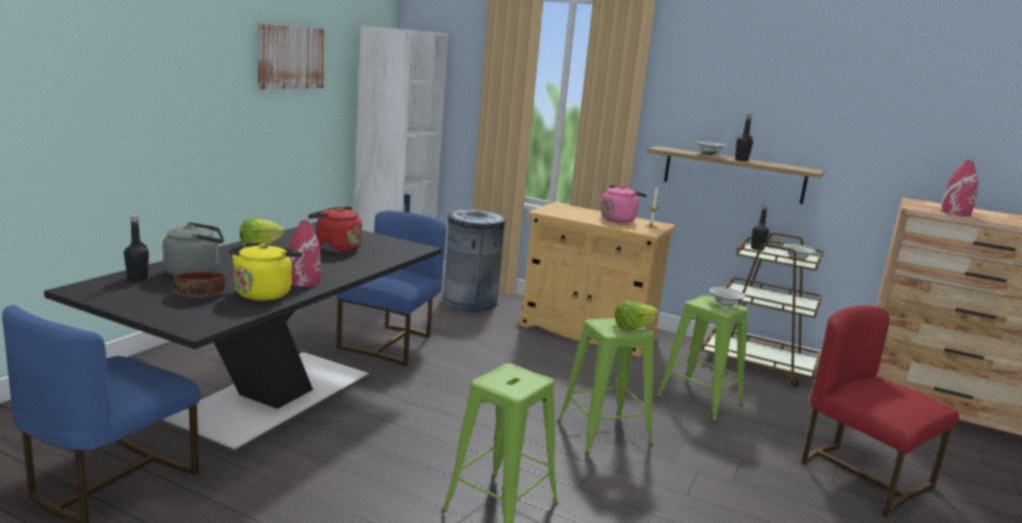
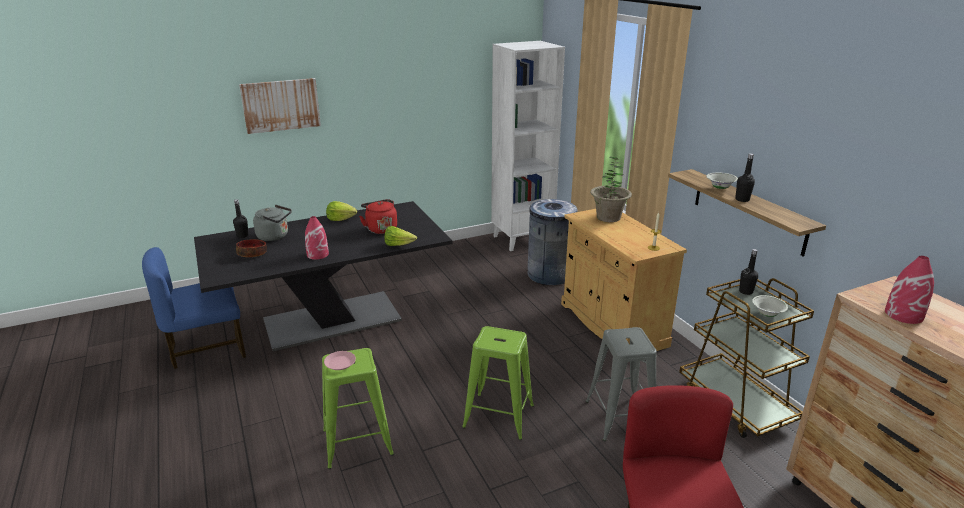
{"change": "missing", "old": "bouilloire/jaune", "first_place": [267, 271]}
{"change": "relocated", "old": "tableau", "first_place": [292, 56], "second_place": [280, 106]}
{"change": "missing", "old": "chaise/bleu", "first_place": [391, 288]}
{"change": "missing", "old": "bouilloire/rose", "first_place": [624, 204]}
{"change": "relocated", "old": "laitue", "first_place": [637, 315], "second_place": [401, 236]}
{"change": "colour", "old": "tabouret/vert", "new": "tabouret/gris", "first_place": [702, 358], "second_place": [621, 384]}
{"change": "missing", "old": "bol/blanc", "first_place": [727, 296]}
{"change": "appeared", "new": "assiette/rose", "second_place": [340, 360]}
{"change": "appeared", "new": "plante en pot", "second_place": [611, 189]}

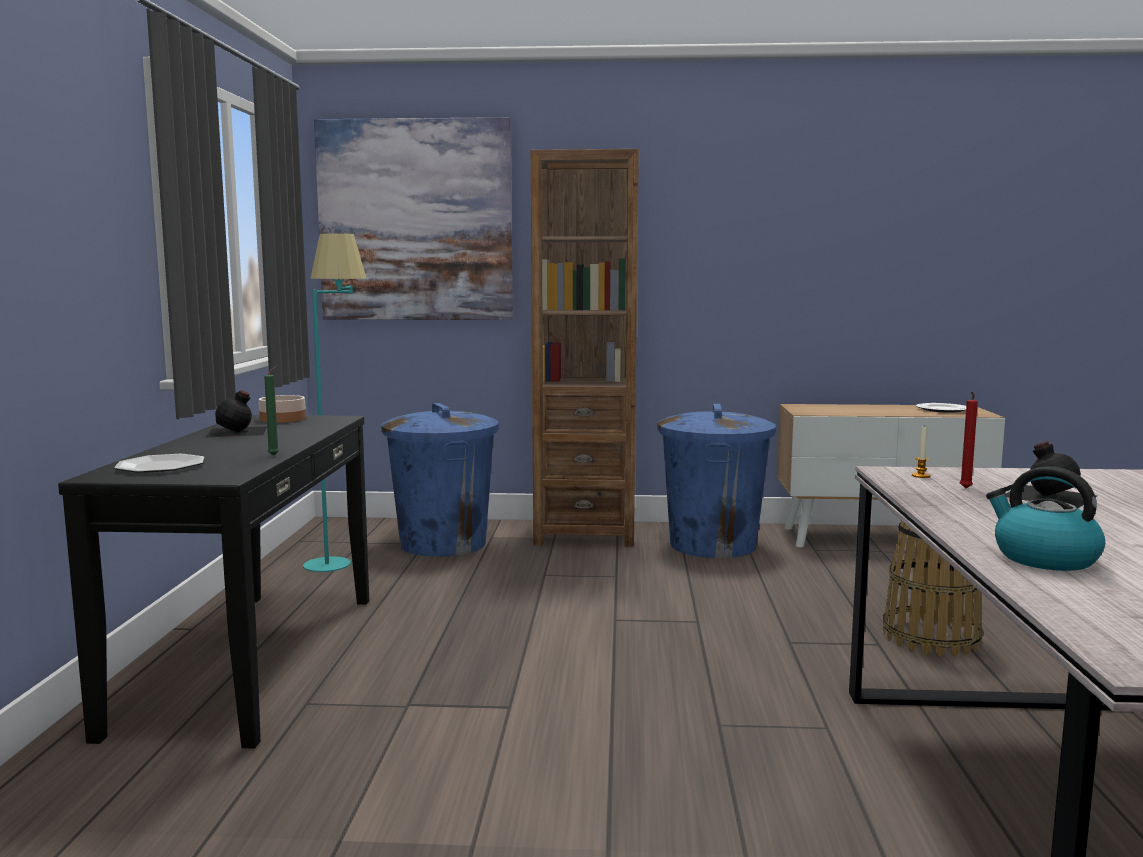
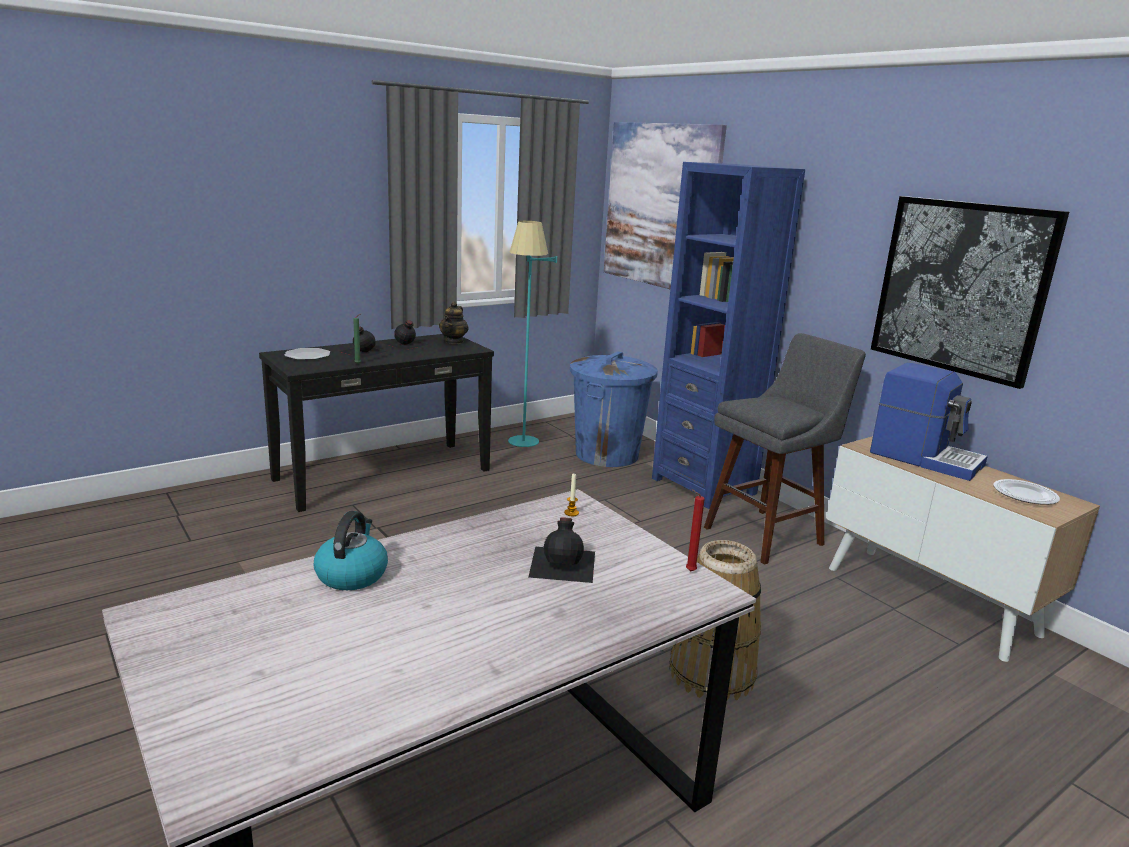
{"change": "exchanged", "old": "bol", "new": "théière", "first_place": [282, 409], "second_place": [454, 323]}
{"change": "colour", "old": "bibliothèque/marron", "new": "bibliothèque/bleu", "first_place": [585, 348], "second_place": [728, 335]}
{"change": "exchanged", "old": "poubelle/bleu", "new": "tabouret/gris", "first_place": [716, 481], "second_place": [785, 449]}
{"change": "relocated", "old": "bougie/rouge", "first_place": [969, 440], "second_place": [695, 530]}
{"change": "appeared", "new": "bouteille/noir", "second_place": [363, 342]}
{"change": "appeared", "new": "machine à café", "second_place": [929, 422]}
{"change": "appeared", "new": "tableau", "second_place": [970, 292]}

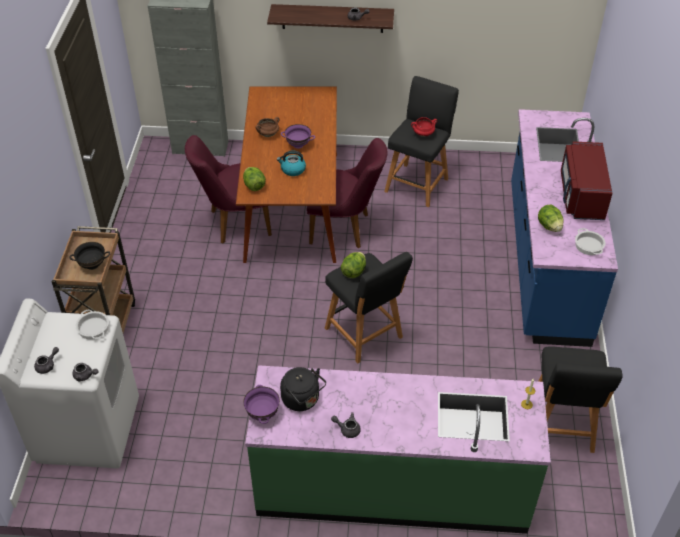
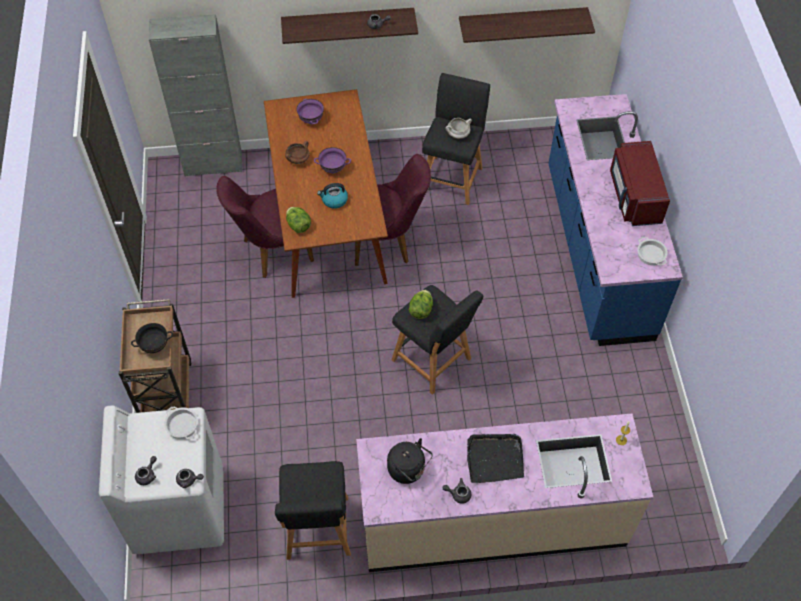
{"change": "relocated", "old": "bol/violet", "first_place": [261, 404], "second_place": [310, 111]}
{"change": "colour", "old": "comptoir de cuisine/vert", "new": "comptoir de cuisine/beige", "first_place": [398, 449], "second_place": [504, 493]}
{"change": "colour", "old": "marmite/rouge", "new": "marmite/blanc", "first_place": [424, 127], "second_place": [458, 128]}
{"change": "missing", "old": "laitue", "first_place": [550, 218]}
{"change": "relocated", "old": "tabouret/noir", "first_place": [580, 399], "second_place": [313, 510]}
{"change": "appeared", "new": "étagère", "second_place": [527, 25]}
{"change": "appeared", "new": "plateau/noir", "second_place": [495, 458]}

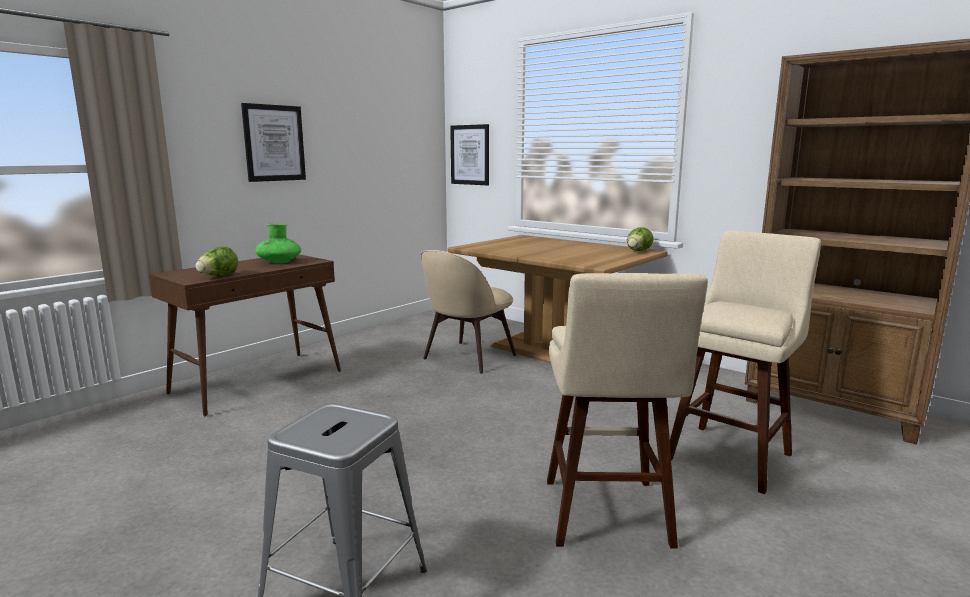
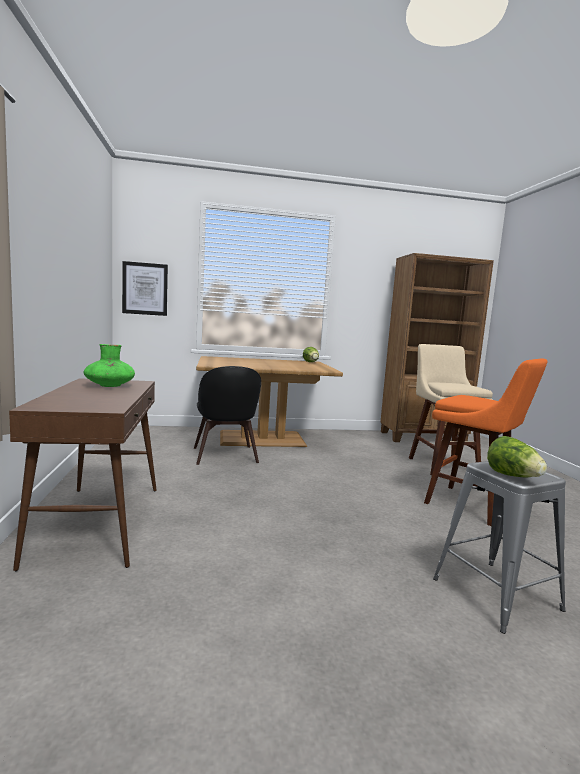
{"change": "relocated", "old": "laitue", "first_place": [217, 261], "second_place": [517, 456]}
{"change": "missing", "old": "tableau", "first_place": [273, 142]}
{"change": "colour", "old": "chaise/beige", "new": "chaise/noir", "first_place": [468, 312], "second_place": [227, 415]}
{"change": "colour", "old": "tabouret/beige", "new": "tabouret/orange", "first_place": [627, 411], "second_place": [485, 442]}

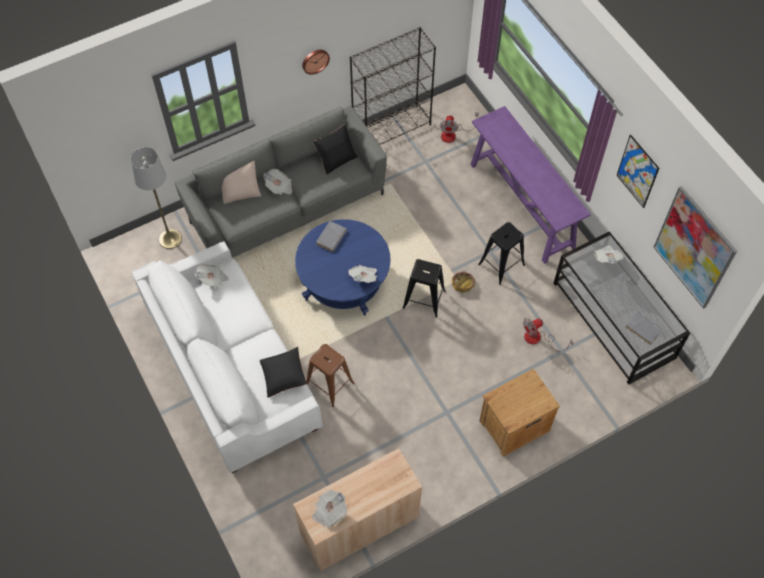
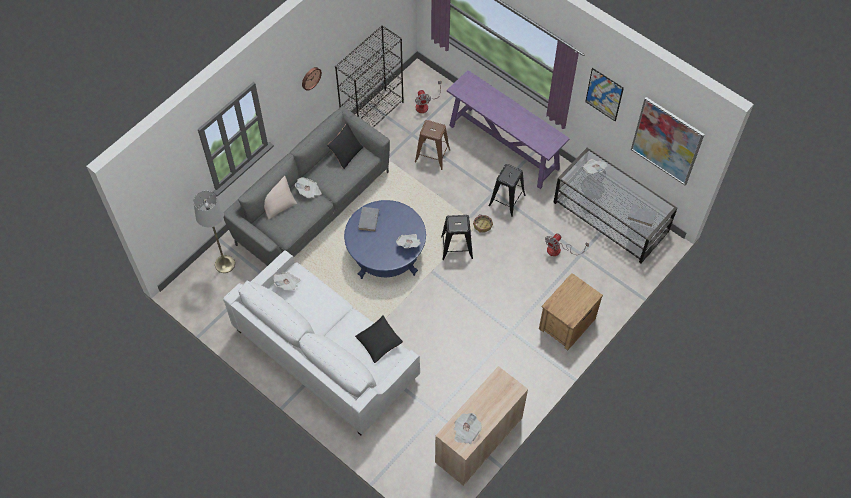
{"change": "relocated", "old": "tabouret/marron", "first_place": [330, 375], "second_place": [432, 145]}

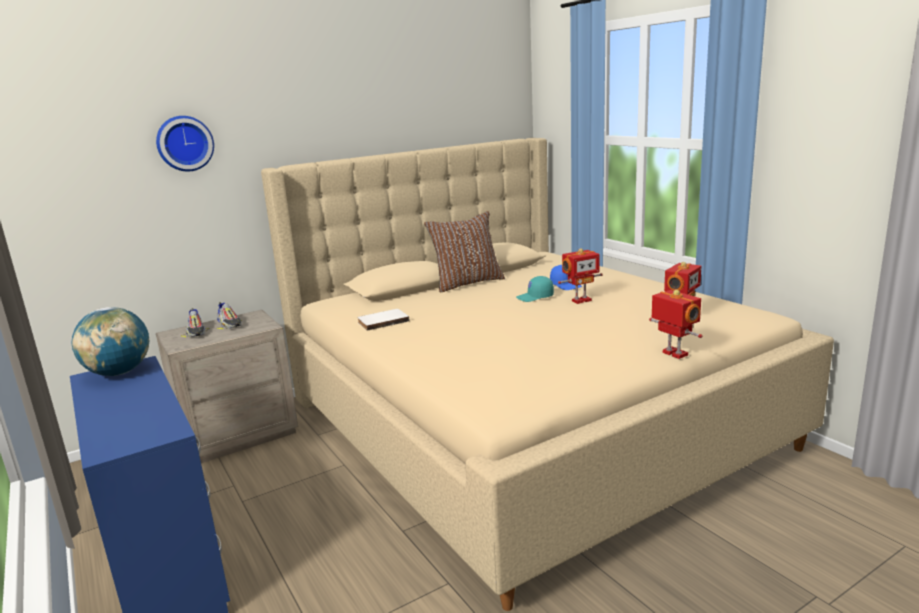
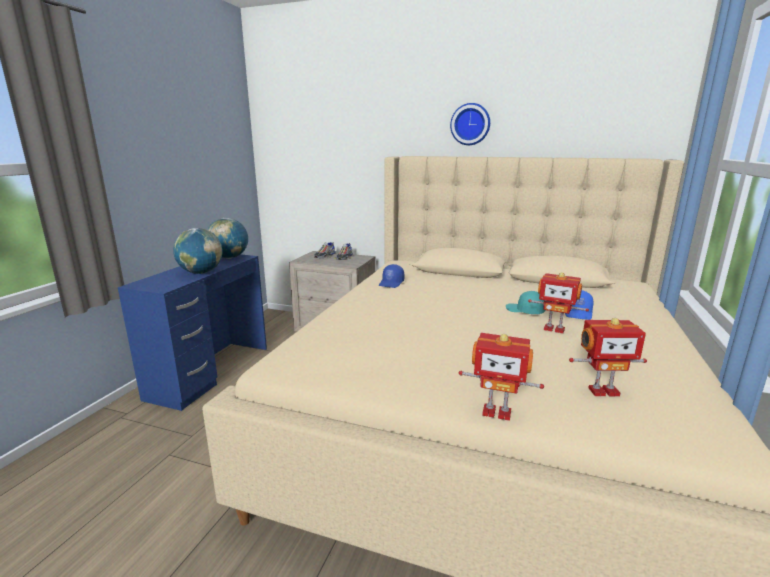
{"change": "relocated", "old": "horloge murale", "first_place": [185, 144], "second_place": [470, 124]}
{"change": "exchanged", "old": "livre/blanc", "new": "casquette/bleu", "first_place": [383, 320], "second_place": [391, 276]}
{"change": "missing", "old": "coussin/marron", "first_place": [464, 251]}
{"change": "spun", "old": "robot jouet", "first_place": [675, 324], "second_place": [501, 377], "degrees": 90}
{"change": "appeared", "new": "globe", "second_place": [197, 251]}

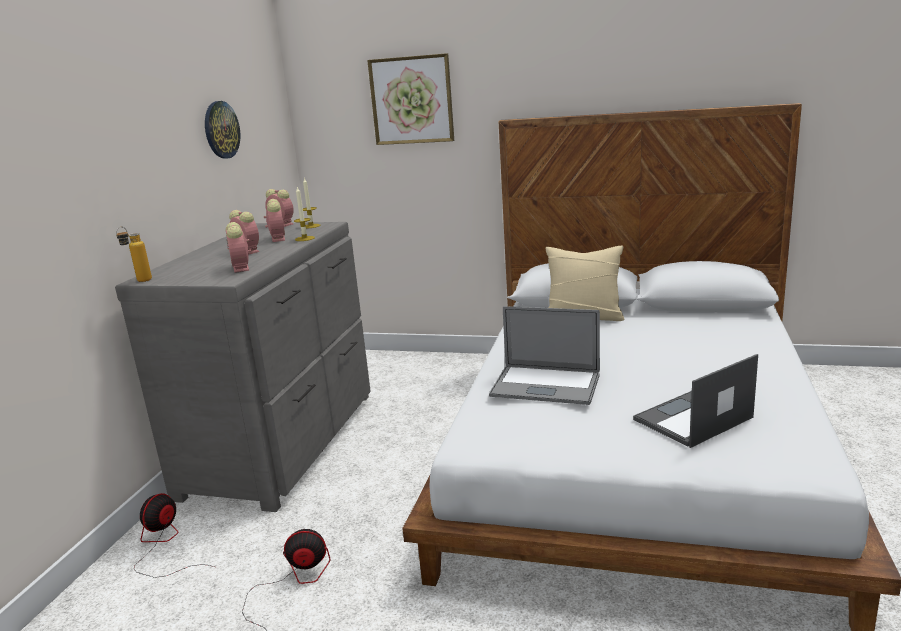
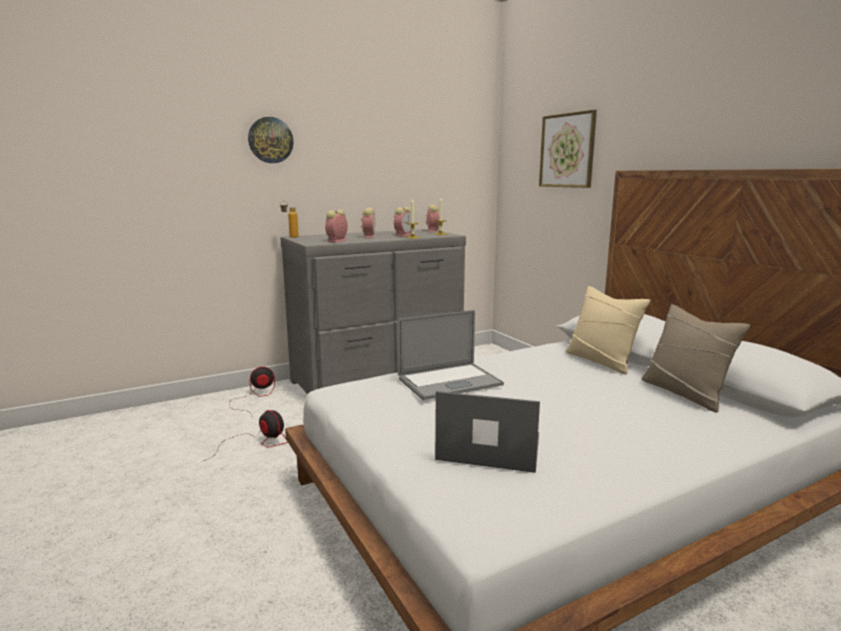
{"change": "relocated", "old": "horloge murale", "first_place": [222, 130], "second_place": [271, 140]}
{"change": "spun", "old": "ordinateur portable", "first_place": [544, 355], "second_place": [450, 355], "degrees": -90}
{"change": "appeared", "new": "coussin/beige", "second_place": [696, 358]}

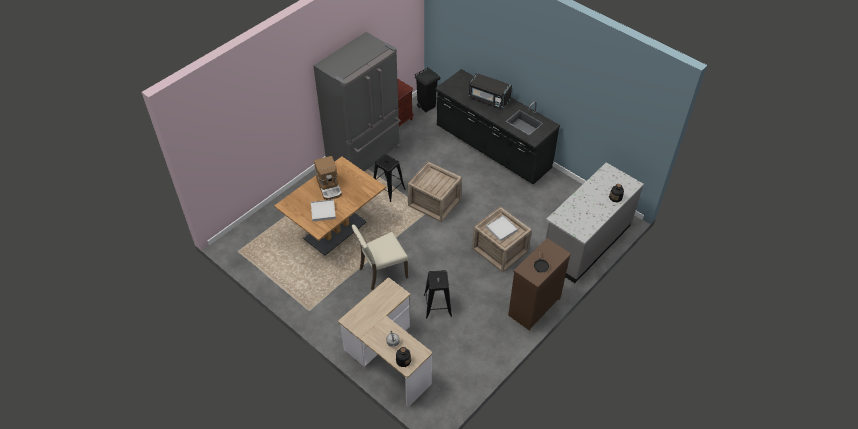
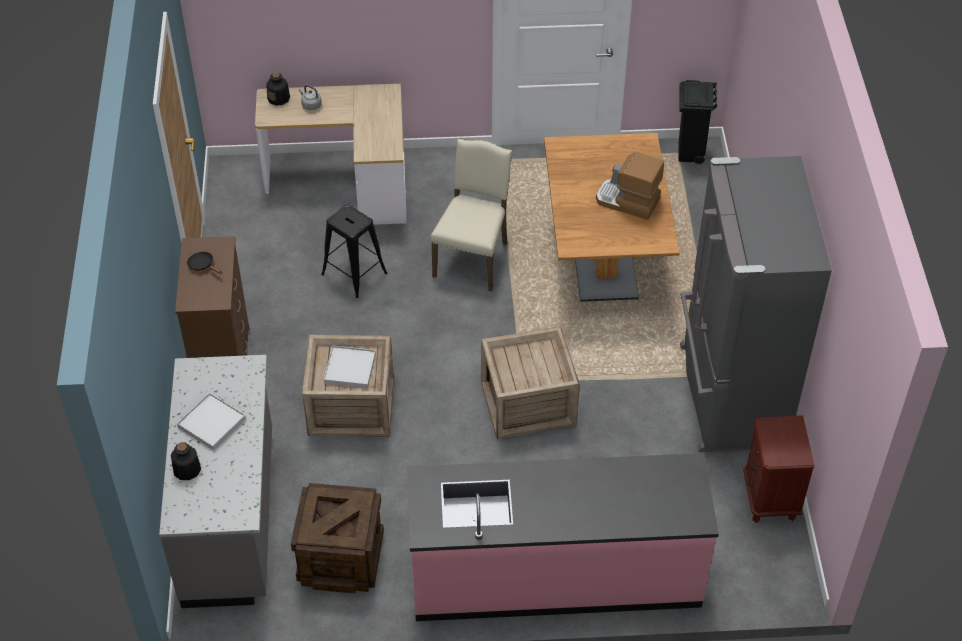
{"change": "relocated", "old": "plateau/blanc", "first_place": [323, 210], "second_place": [211, 421]}
{"change": "missing", "old": "tabouret/noir", "first_place": [389, 178]}
{"change": "relocated", "old": "poubelle/noir", "first_place": [427, 89], "second_place": [697, 122]}
{"change": "colour", "old": "comptoir de cuisine/noir", "new": "comptoir de cuisine/rose", "first_place": [497, 127], "second_place": [563, 537]}
{"change": "missing", "old": "micro-ondes/noir", "first_place": [490, 90]}
{"change": "appeared", "new": "caisse", "second_place": [337, 538]}

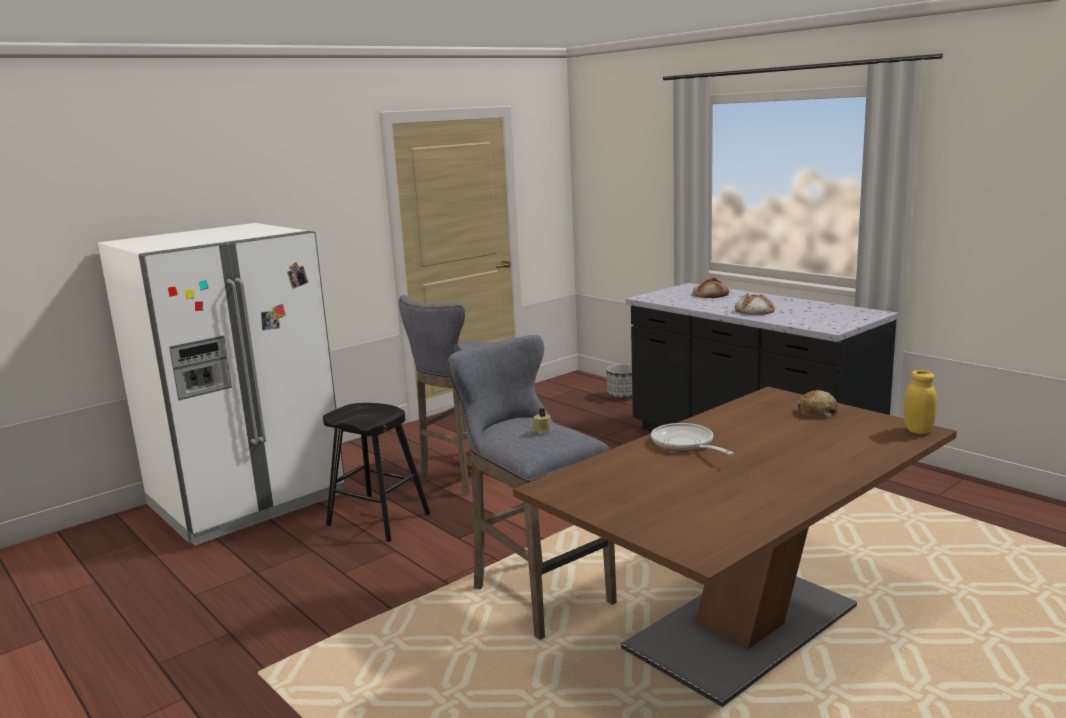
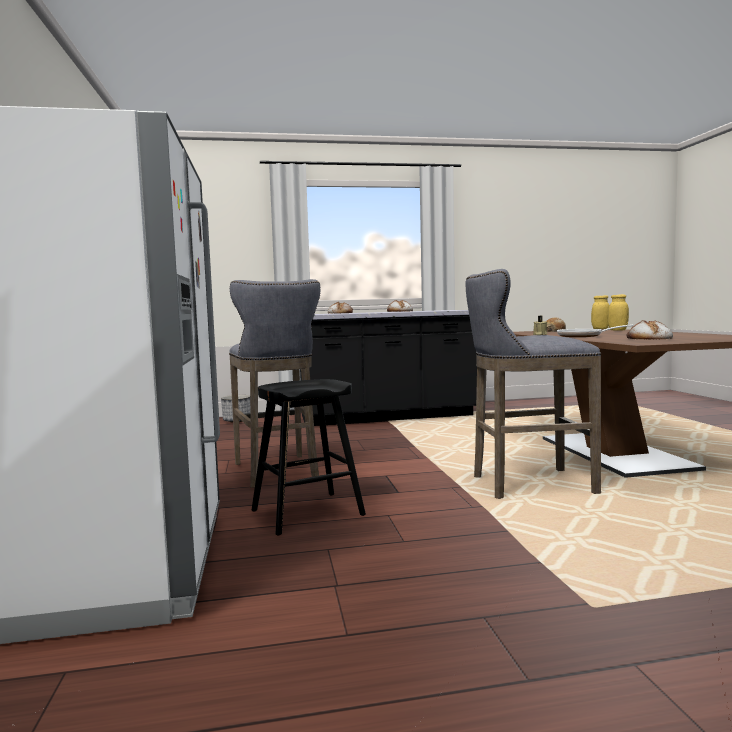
{"change": "appeared", "new": "bocal/jaune", "second_place": [618, 312]}
{"change": "appeared", "new": "pain", "second_place": [650, 329]}

